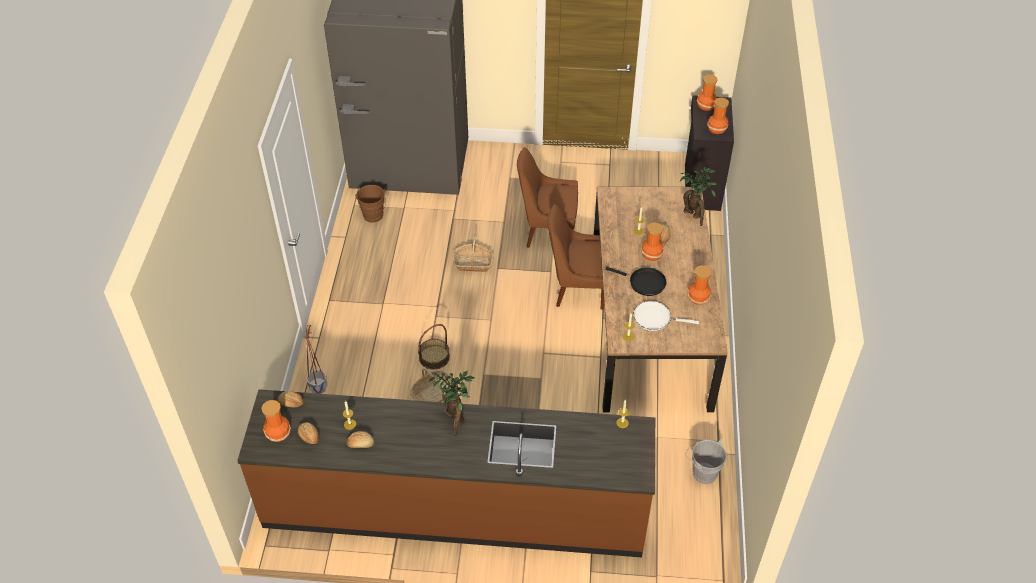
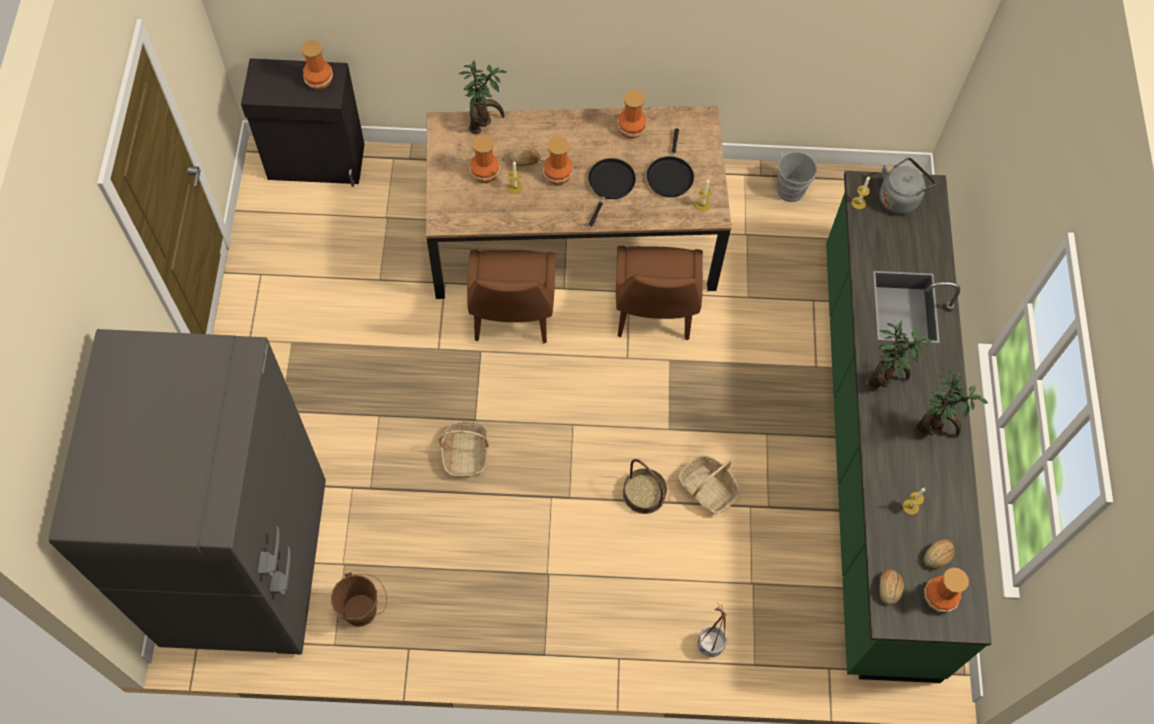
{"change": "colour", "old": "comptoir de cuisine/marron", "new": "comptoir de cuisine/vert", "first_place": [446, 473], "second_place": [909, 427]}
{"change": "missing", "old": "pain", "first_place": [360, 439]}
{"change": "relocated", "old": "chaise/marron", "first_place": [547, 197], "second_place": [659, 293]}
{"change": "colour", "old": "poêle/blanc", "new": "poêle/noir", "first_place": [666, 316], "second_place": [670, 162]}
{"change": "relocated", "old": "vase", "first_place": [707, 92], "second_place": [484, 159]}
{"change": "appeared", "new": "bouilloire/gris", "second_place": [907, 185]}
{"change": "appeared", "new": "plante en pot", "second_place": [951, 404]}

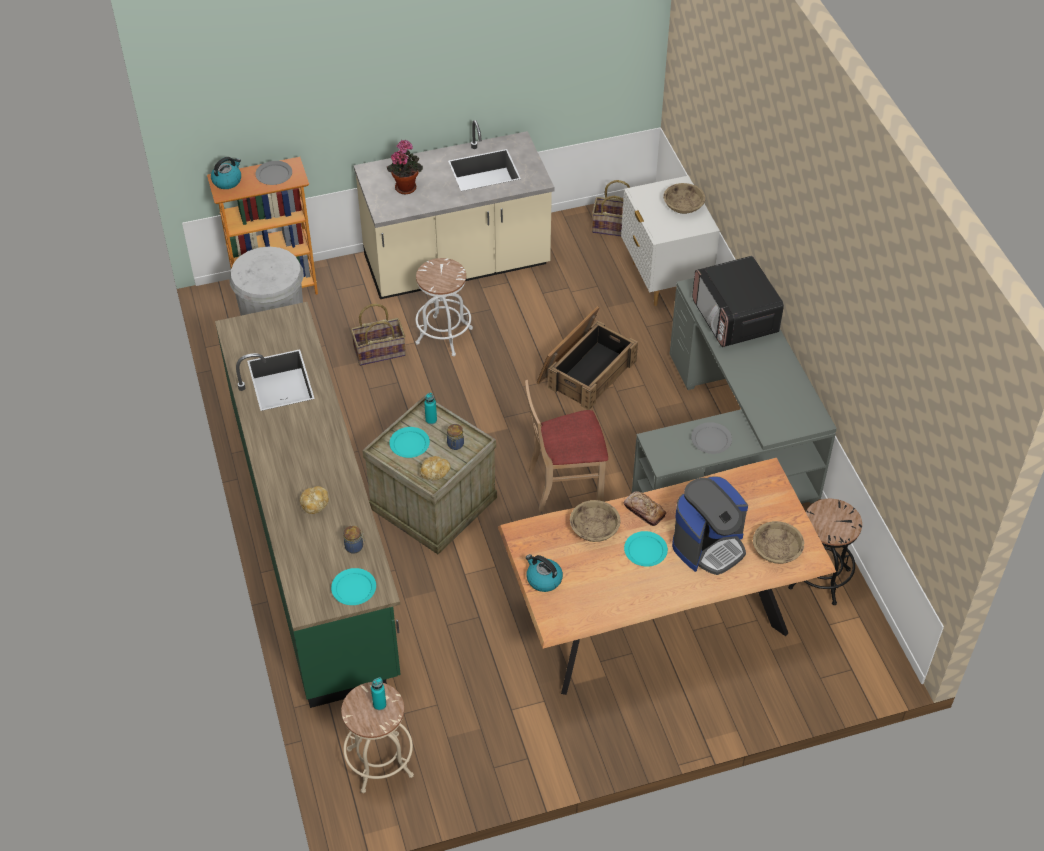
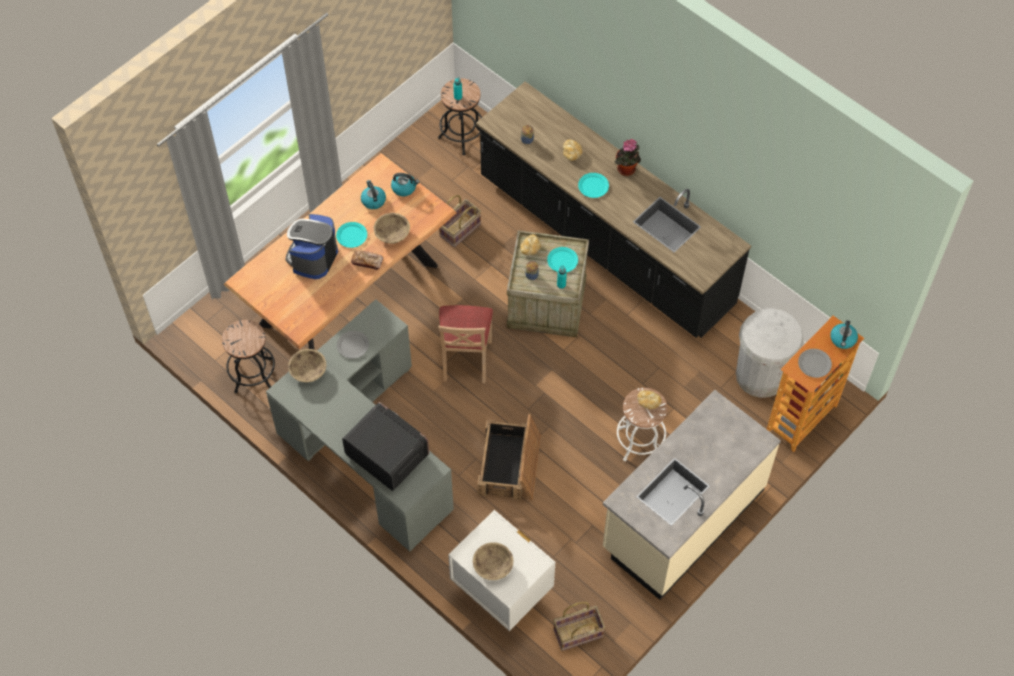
{"change": "colour", "old": "comptoir de cuisine/vert", "new": "comptoir de cuisine/noir", "first_place": [308, 505], "second_place": [613, 210]}
{"change": "relocated", "old": "assiette/turquoise", "first_place": [353, 586], "second_place": [593, 185]}
{"change": "colour", "old": "tabouret/beige", "new": "tabouret/noir", "first_place": [377, 737], "second_place": [460, 116]}
{"change": "relocated", "old": "panier", "first_place": [378, 334], "second_place": [460, 221]}
{"change": "relocated", "old": "plante en pot", "first_place": [405, 167], "second_place": [627, 157]}
{"change": "spun", "old": "chaise/beige", "first_place": [566, 446], "second_place": [465, 344], "degrees": 135}
{"change": "relocated", "old": "bol/beige", "first_place": [778, 542], "second_place": [307, 366]}
{"change": "appeared", "new": "bouilloire", "second_place": [373, 194]}
{"change": "appeared", "new": "pain", "second_place": [649, 399]}

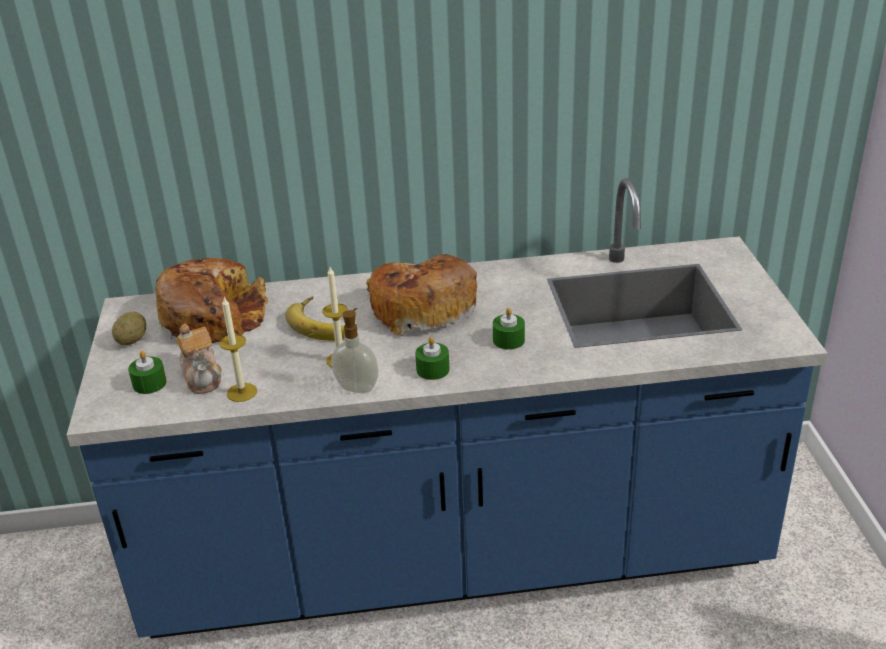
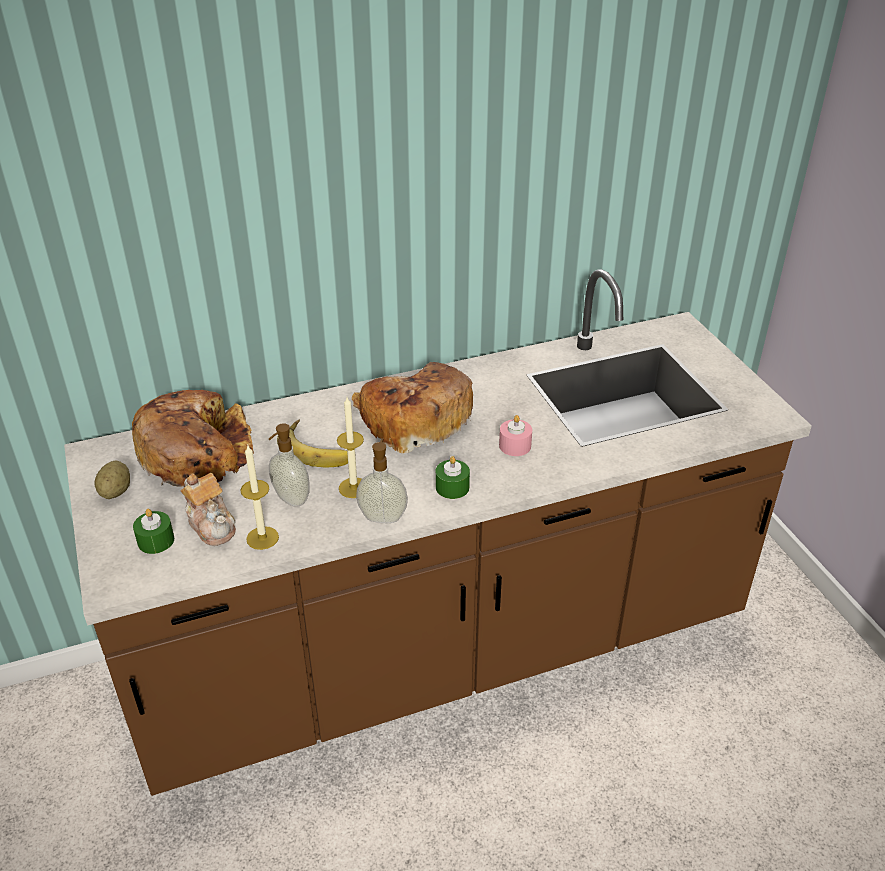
{"change": "colour", "old": "comptoir de cuisine/bleu", "new": "comptoir de cuisine/marron", "first_place": [447, 408], "second_place": [438, 532]}
{"change": "colour", "old": "bougie/vert", "new": "bougie/rose", "first_place": [509, 329], "second_place": [515, 435]}
{"change": "appeared", "new": "distributeur de savon", "second_place": [289, 465]}

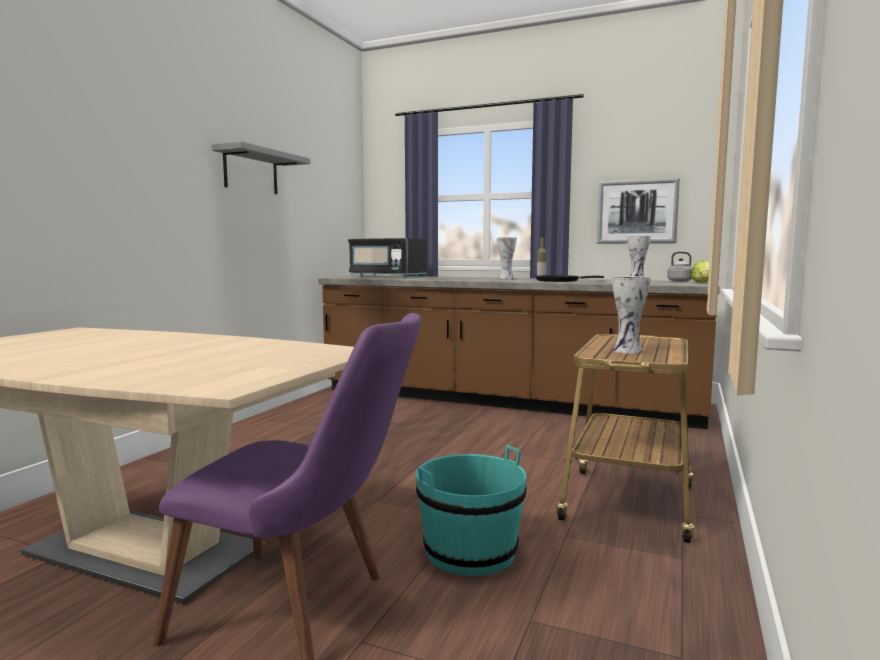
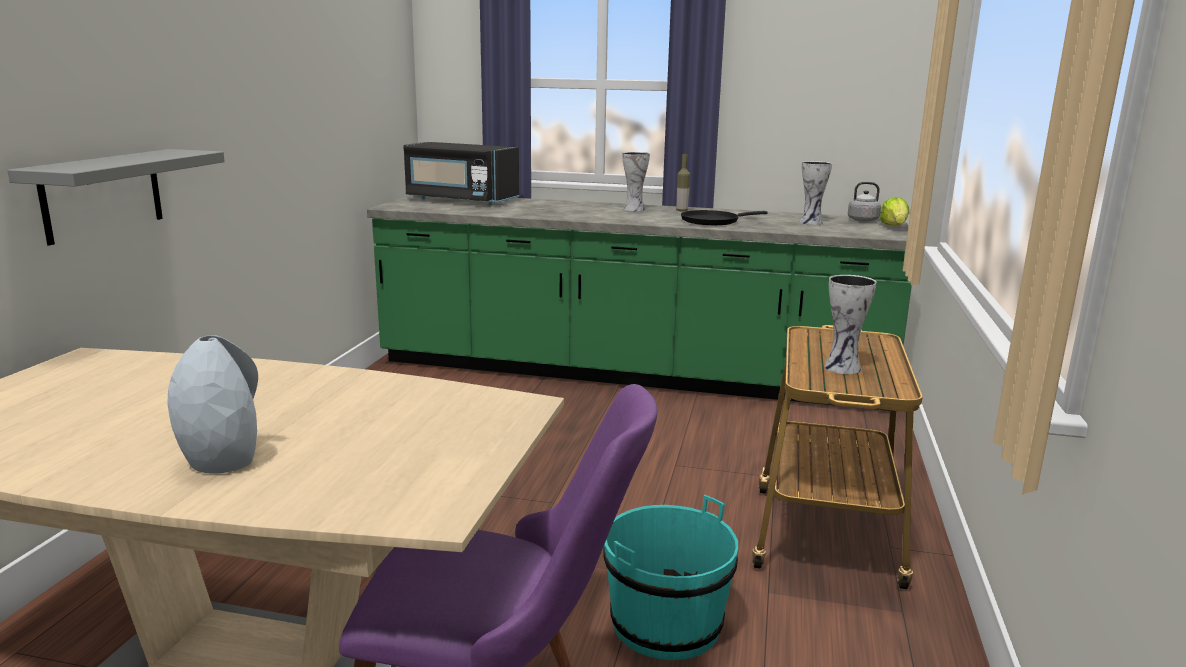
{"change": "relocated", "old": "étagère/gris", "first_place": [261, 167], "second_place": [116, 197]}
{"change": "colour", "old": "comptoir de cuisine/marron", "new": "comptoir de cuisine/vert", "first_place": [519, 352], "second_place": [639, 303]}
{"change": "missing", "old": "tableau", "first_place": [638, 211]}
{"change": "appeared", "new": "vase/gris", "second_place": [212, 404]}

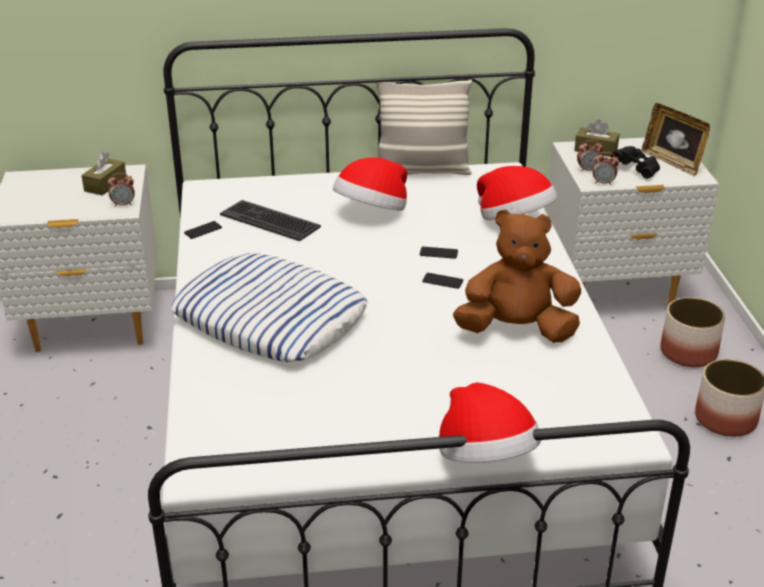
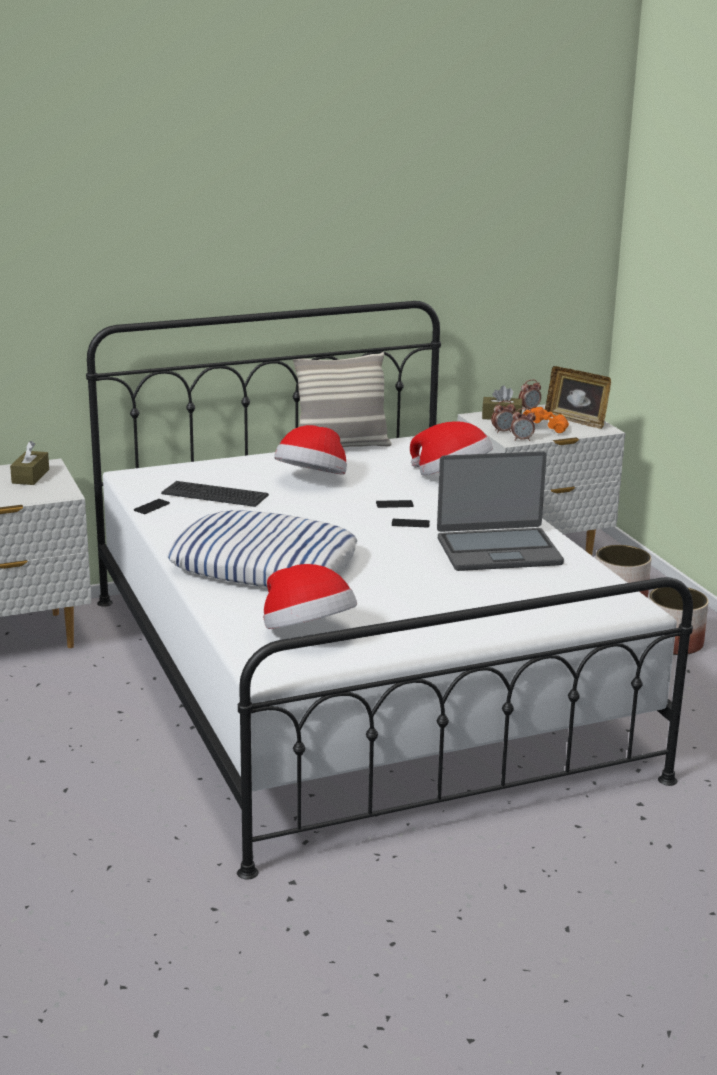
{"change": "relocated", "old": "réveil", "first_place": [121, 190], "second_place": [530, 395]}
{"change": "relocated", "old": "chapeau", "first_place": [490, 423], "second_place": [310, 596]}
{"change": "exchanged", "old": "peluche/marron", "new": "ordinateur portable", "first_place": [517, 276], "second_place": [500, 511]}
{"change": "colour", "old": "jumelles/noir", "new": "jumelles/orange", "first_place": [635, 162], "second_place": [546, 420]}

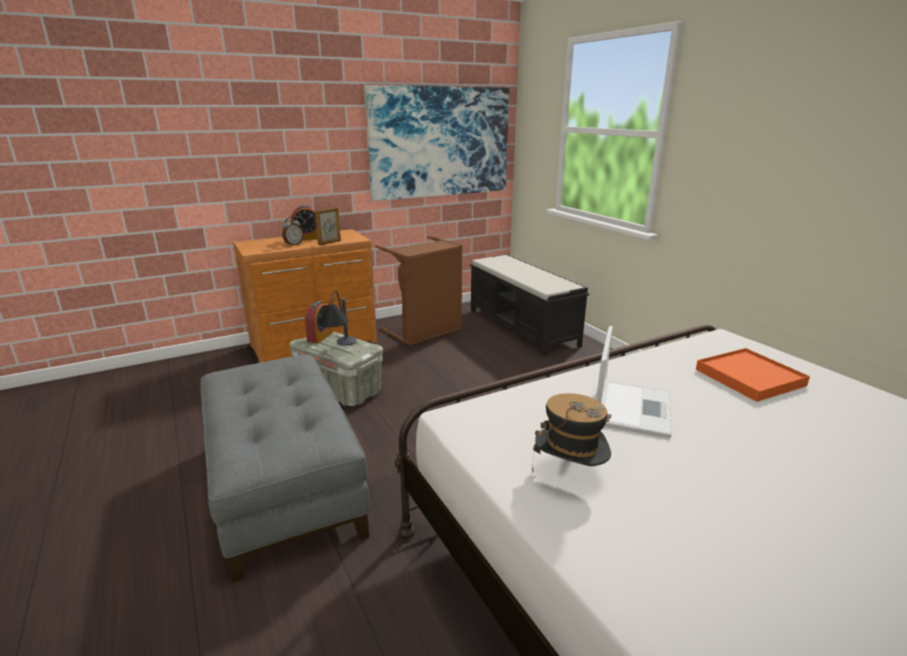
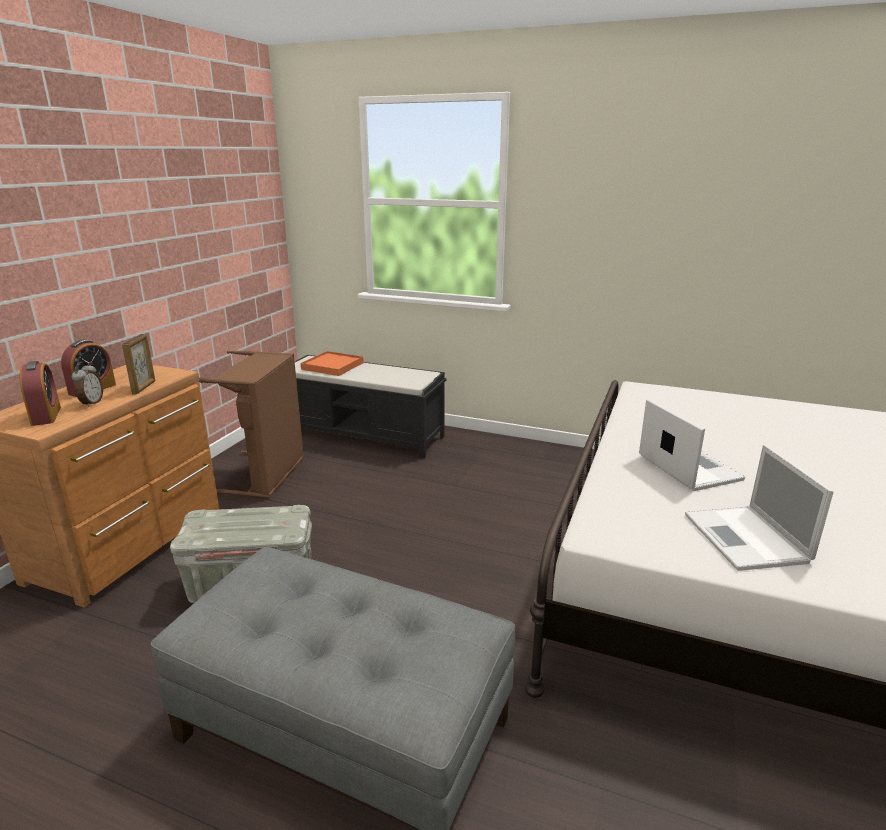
{"change": "relocated", "old": "réveil", "first_place": [319, 322], "second_place": [40, 393]}
{"change": "missing", "old": "lampe de table", "first_place": [337, 318]}
{"change": "missing", "old": "tableau", "first_place": [437, 143]}
{"change": "exchanged", "old": "chapeau", "new": "ordinateur portable", "first_place": [572, 433], "second_place": [759, 508]}
{"change": "relocated", "old": "plateau/orange", "first_place": [753, 375], "second_place": [332, 363]}

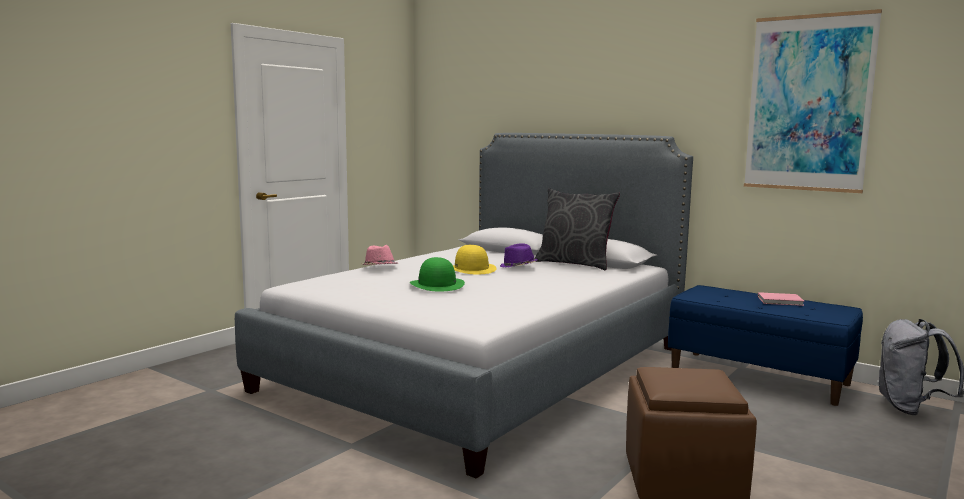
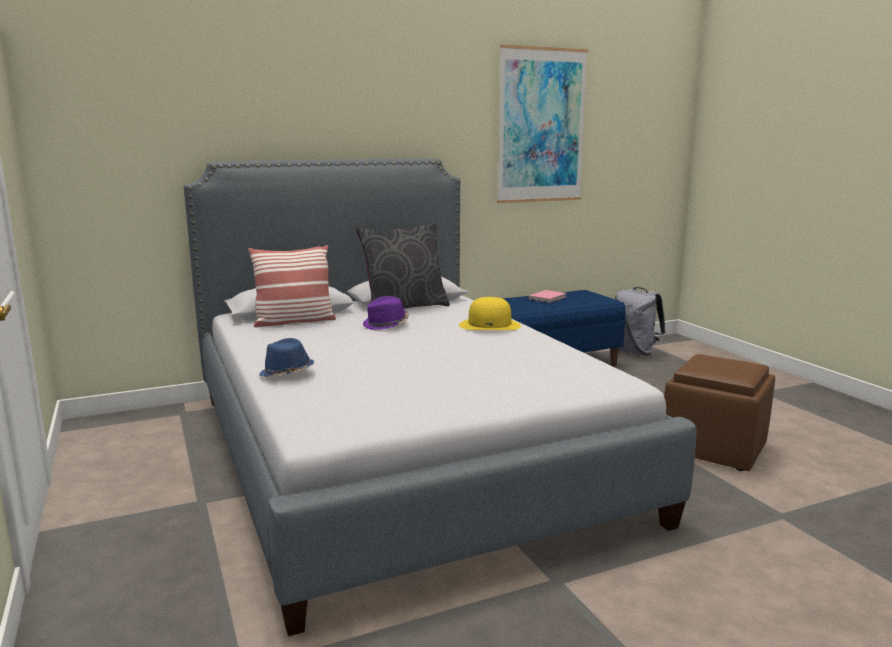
{"change": "colour", "old": "chapeau/rose", "new": "chapeau/bleu", "first_place": [379, 255], "second_place": [287, 357]}
{"change": "missing", "old": "chapeau/vert", "first_place": [437, 274]}
{"change": "relocated", "old": "chapeau/jaune", "first_place": [475, 260], "second_place": [490, 313]}
{"change": "appeared", "new": "coussin", "second_place": [292, 286]}

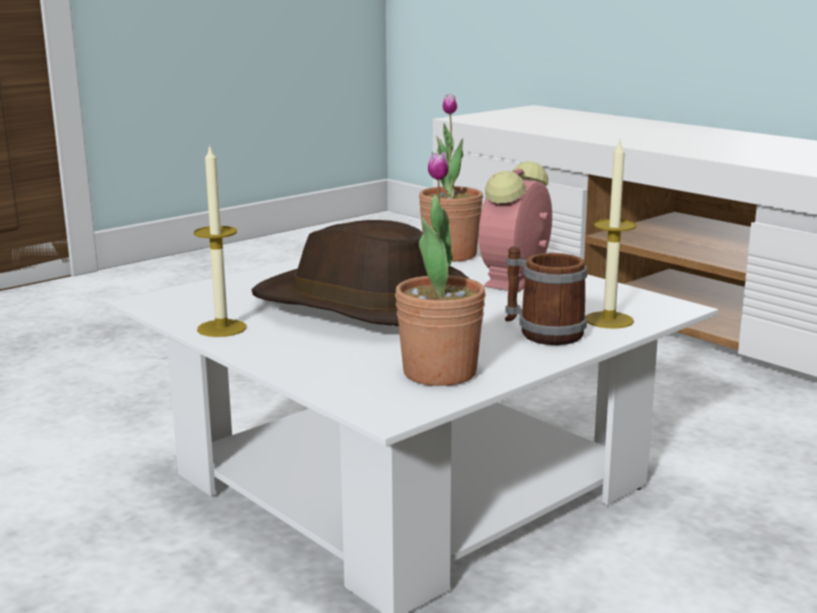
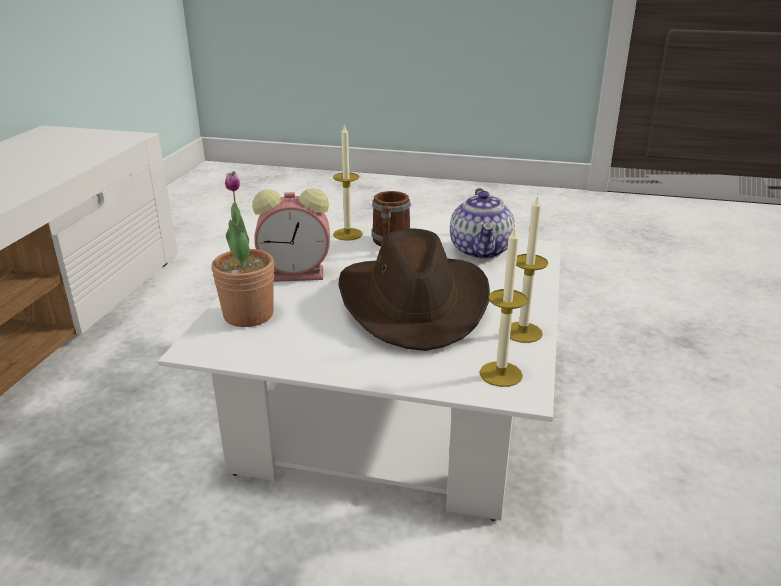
{"change": "exchanged", "old": "plante en pot", "new": "théière", "first_place": [440, 269], "second_place": [482, 223]}
{"change": "appeared", "new": "bougie", "second_place": [504, 306]}

